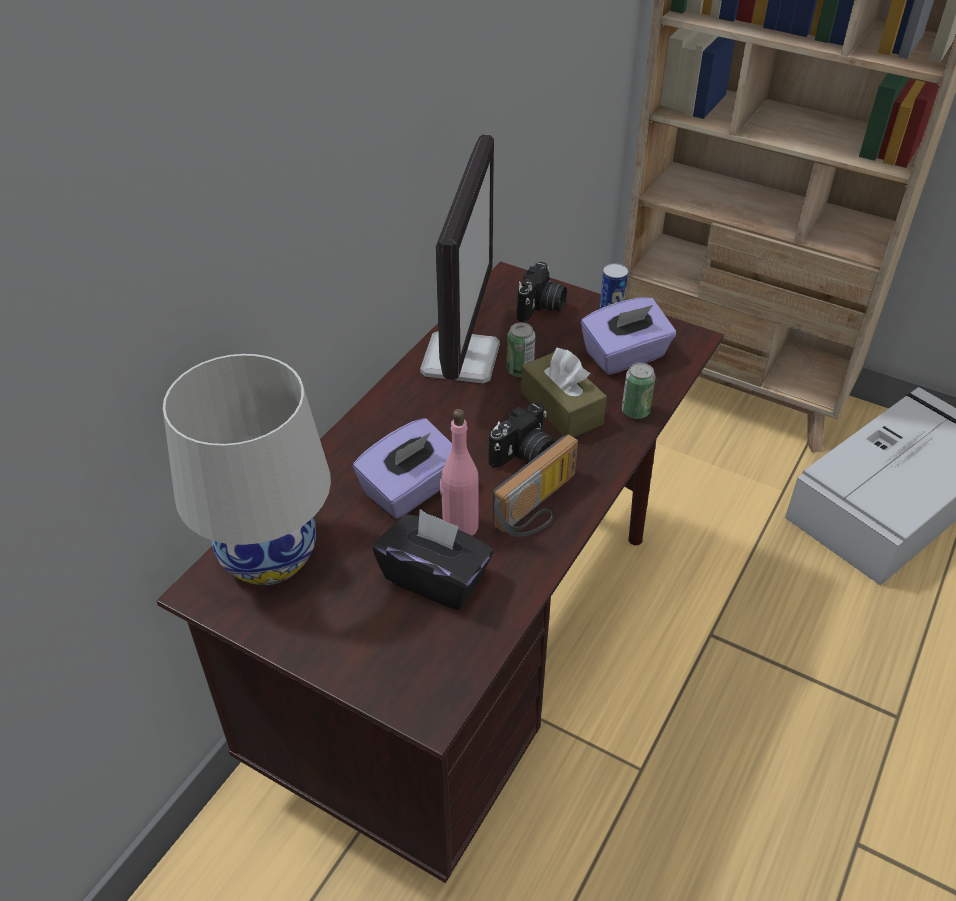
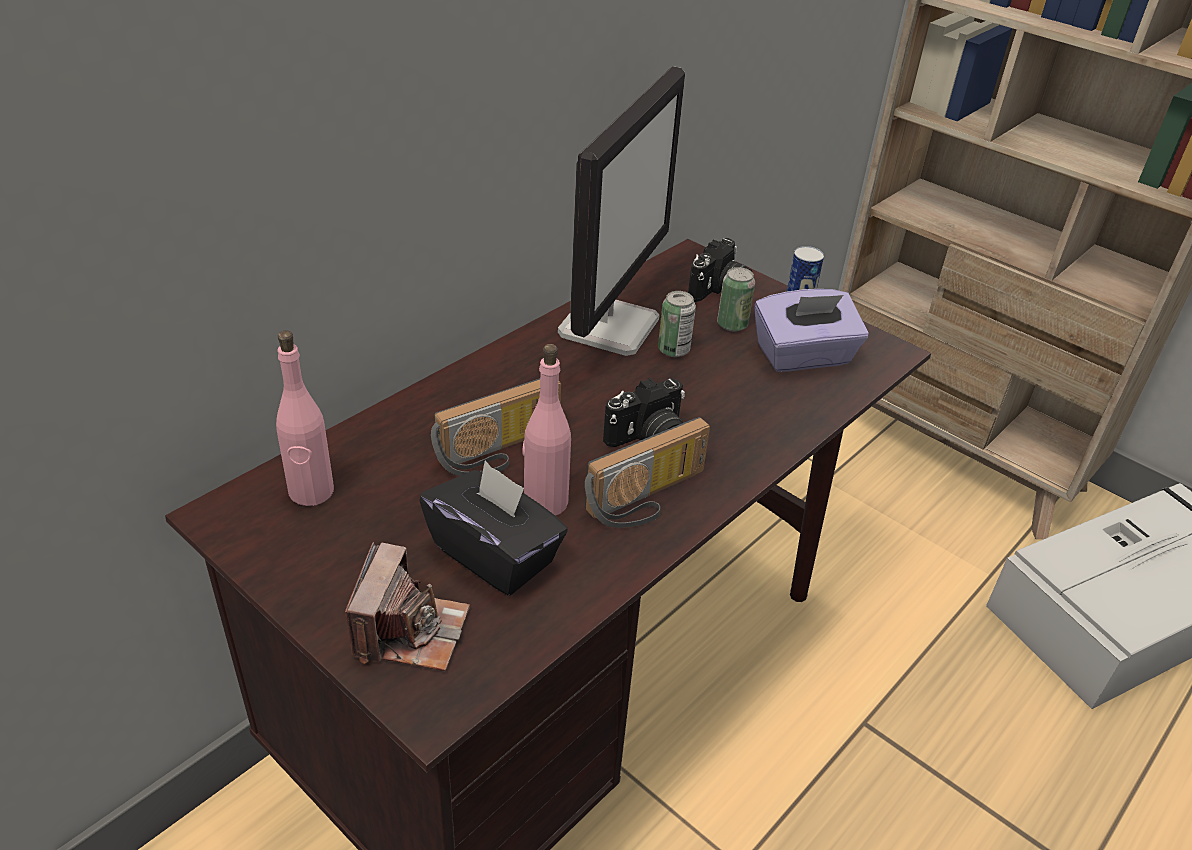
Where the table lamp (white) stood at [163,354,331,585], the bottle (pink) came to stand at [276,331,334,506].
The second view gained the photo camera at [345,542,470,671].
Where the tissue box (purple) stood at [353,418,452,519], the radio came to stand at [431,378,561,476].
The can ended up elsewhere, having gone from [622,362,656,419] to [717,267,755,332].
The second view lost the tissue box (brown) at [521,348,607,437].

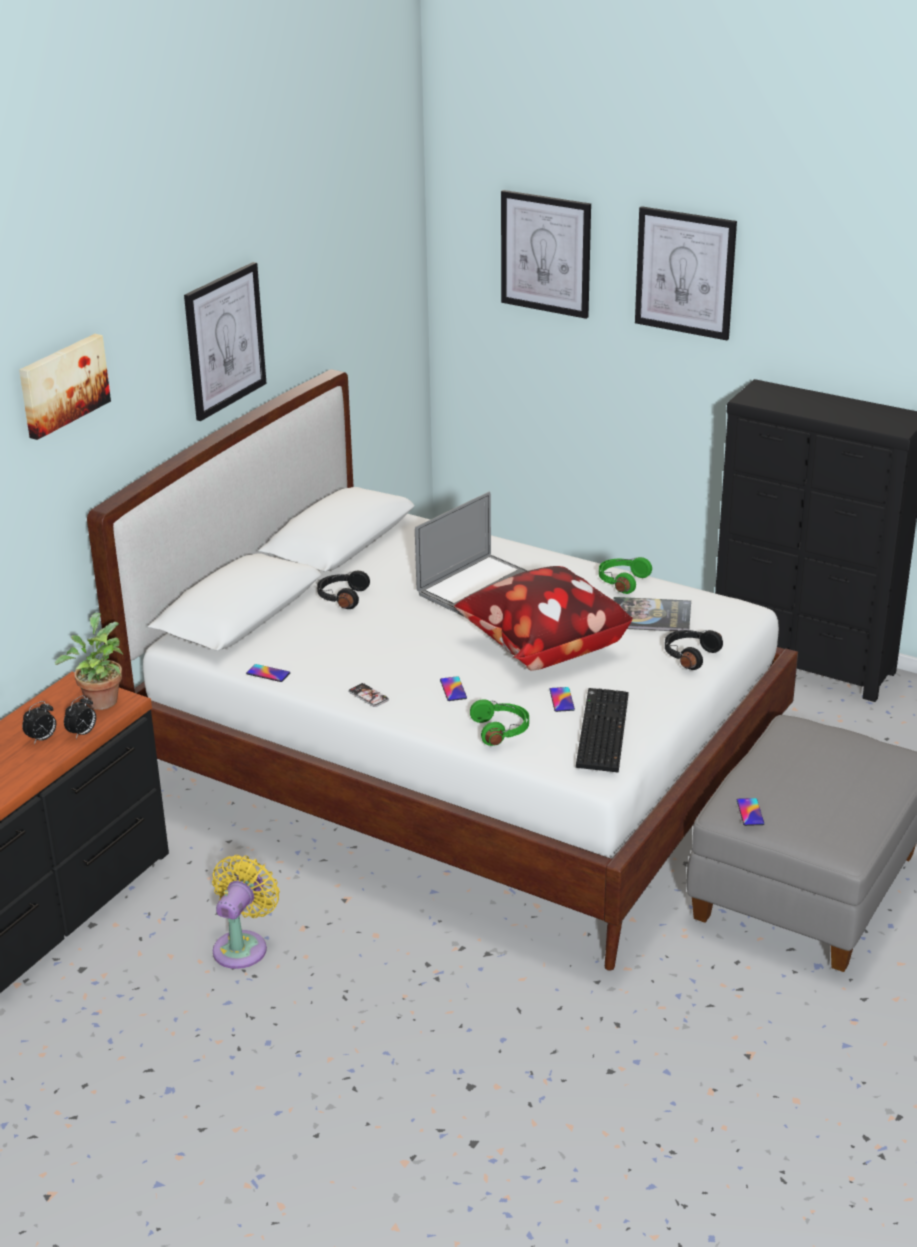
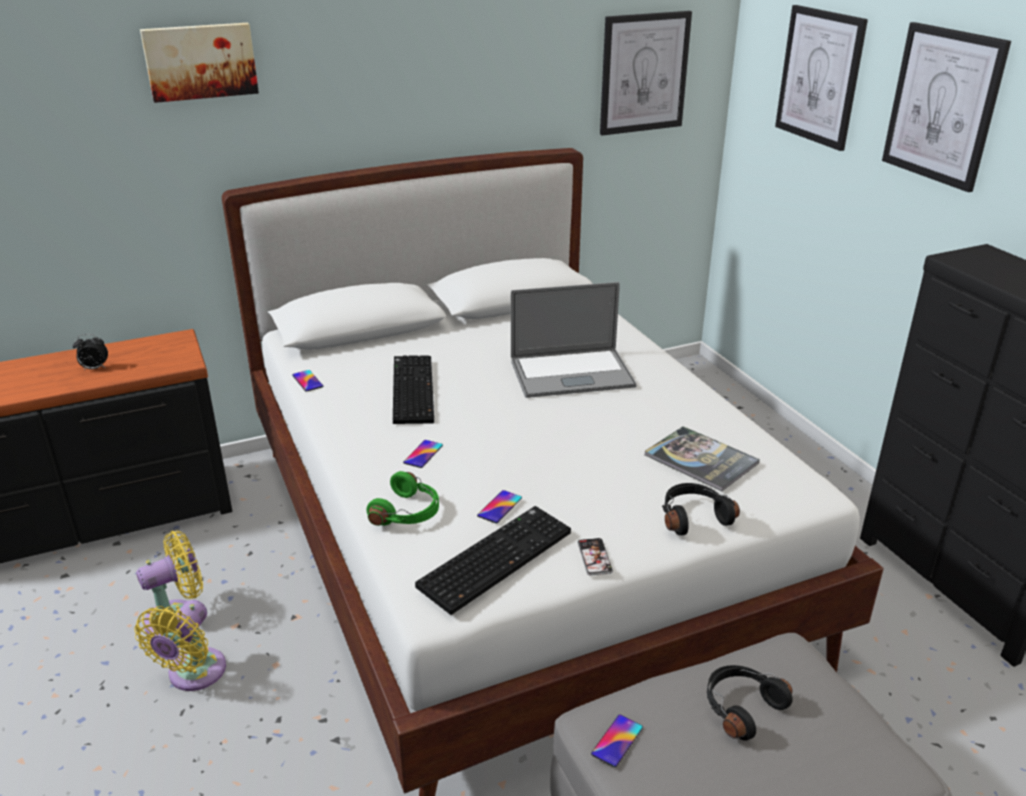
The second view gained the fan (yellow) at [135,600,226,691].
The second view gained the keyboard at [393,355,434,424].
The phone ended up elsewhere, having gone from [348,683,389,707] to [577,538,613,576].
The picture ended up elsewhere, having gone from [184,262,266,421] to [600,11,692,136].
The headphones (black) ended up elsewhere, having gone from [317,571,370,609] to [707,665,793,741].
The second view lost the potted plant at [55,613,123,710].
The second view lost the alarm clock at [64,695,96,739].
The second view lost the pillow at [454,566,632,671].
The second view lost the headphones (green) at [599,557,652,594].

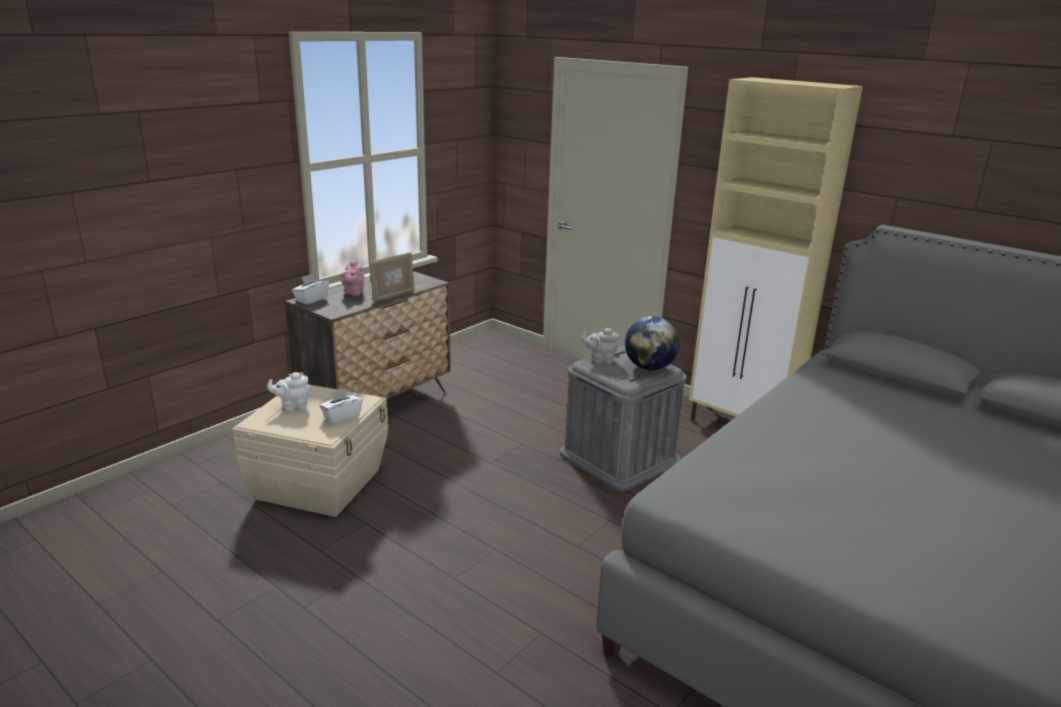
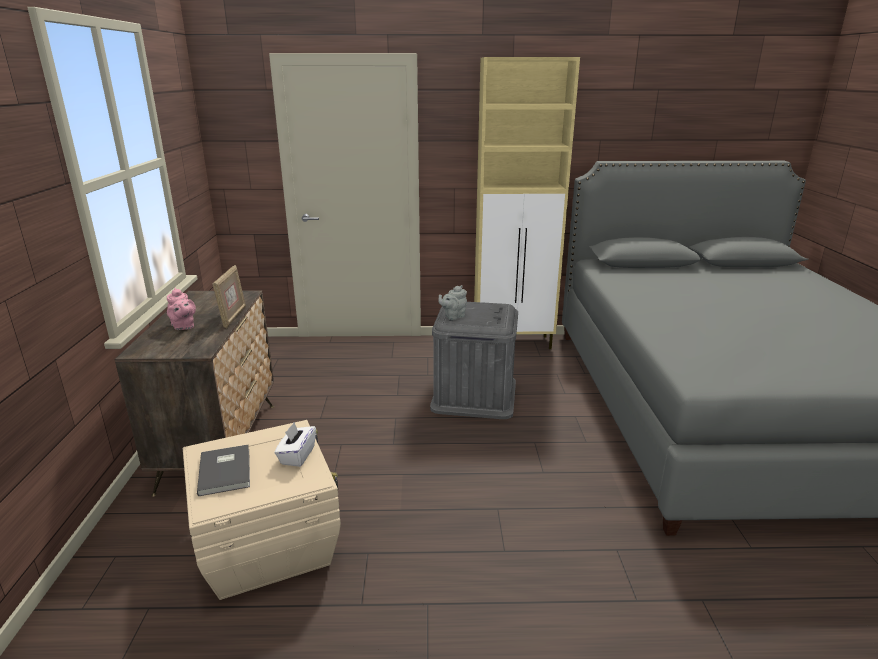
Where the teapot (white) stood at [267,372,310,411], the book (grey) came to stand at [197,445,250,496].
The second view lost the tissue box (white) at [292,274,329,304].
The second view lost the globe at [625,316,680,370].

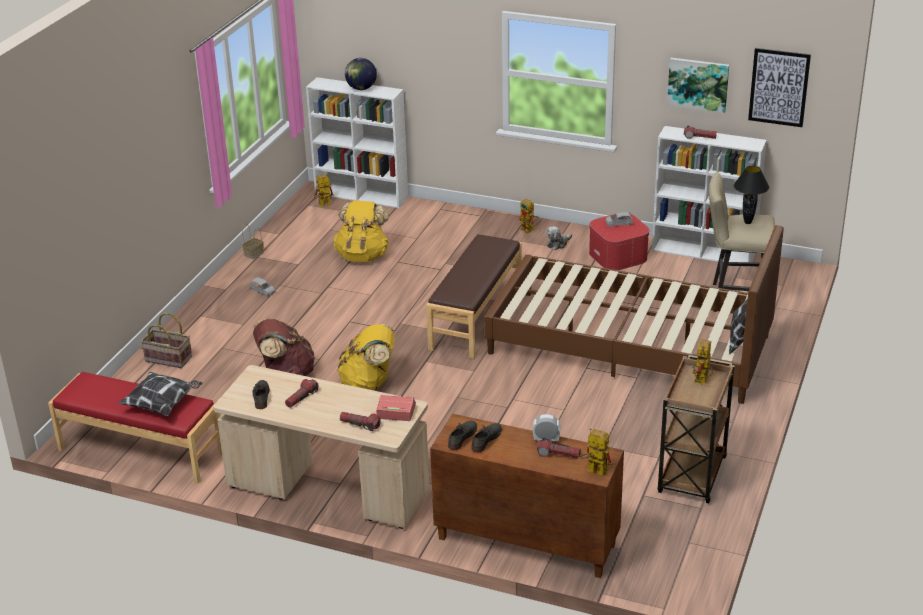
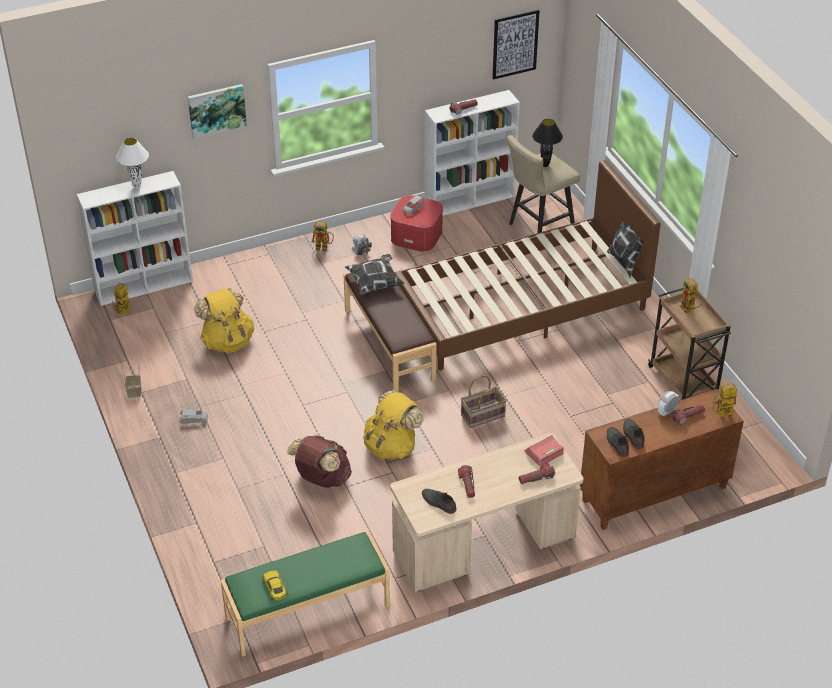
Where the globe stood at [345,58,377,90], the table lamp (white) came to stand at [116,138,149,189].
The picture ended up elsewhere, having gone from [667,58,729,113] to [188,84,247,139].
What was the bench (red) at [48,372,222,484] turned into the bench (green) at [221,532,390,657].
The second view gained the toy car (yellow) at [263,570,288,601].
The pillow ended up elsewhere, having gone from [118,372,202,416] to [345,254,405,295].
The basket ended up elsewhere, having gone from [141,313,192,368] to [461,376,507,428].

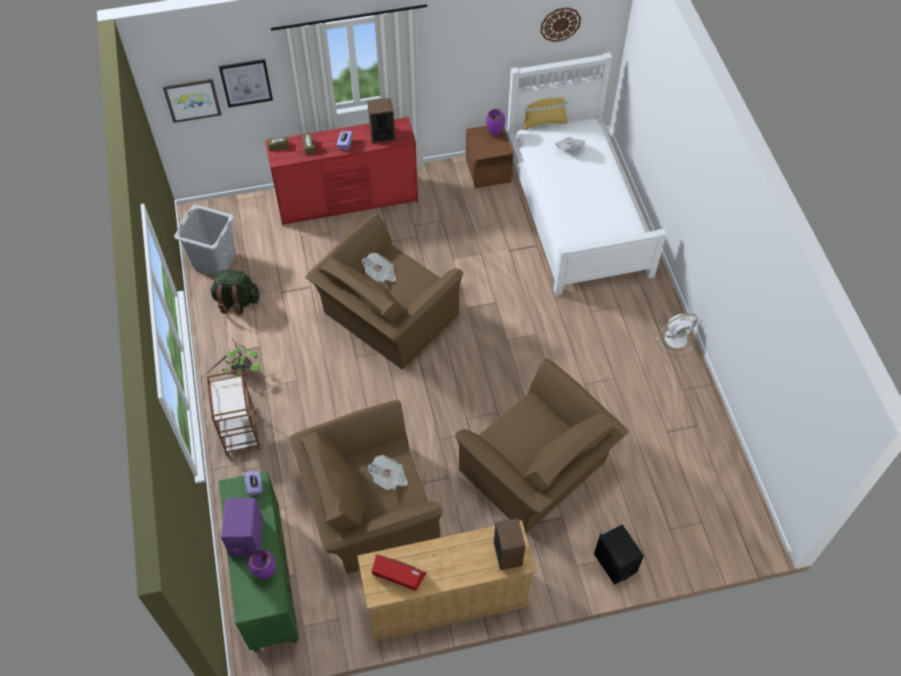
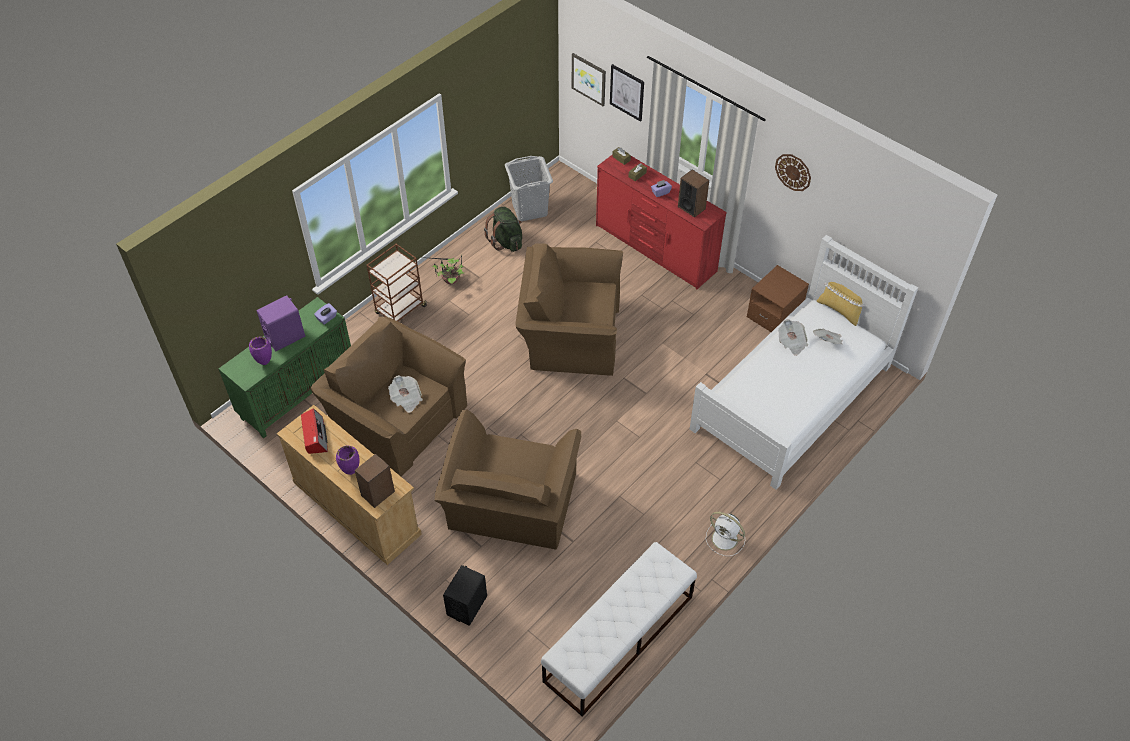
The vase (purple) ended up elsewhere, having gone from [486,109,505,137] to [336,446,360,475].
The second view gained the bench (white) at [541,542,697,717].
The wall clock ended up elsewhere, having gone from [540,7,581,42] to [775,154,811,191].
The newspaper ended up elsewhere, having gone from [362,253,396,283] to [778,319,808,356].

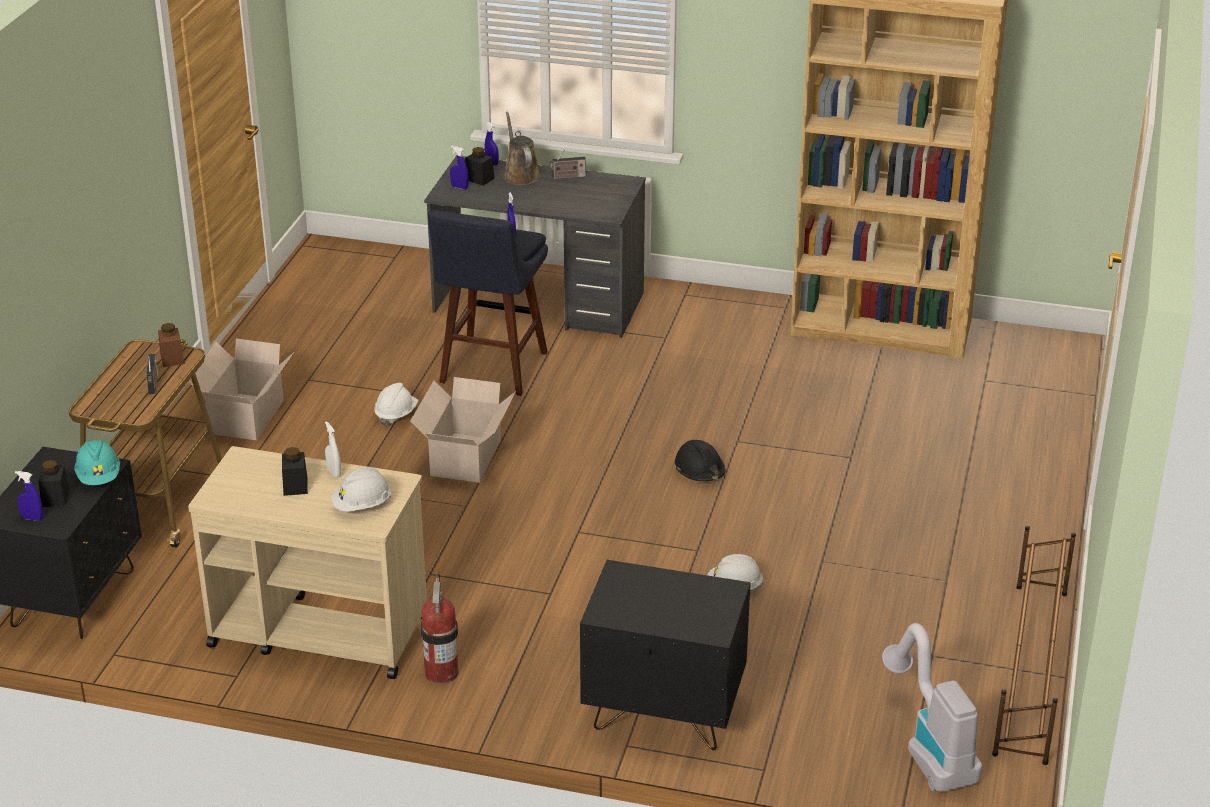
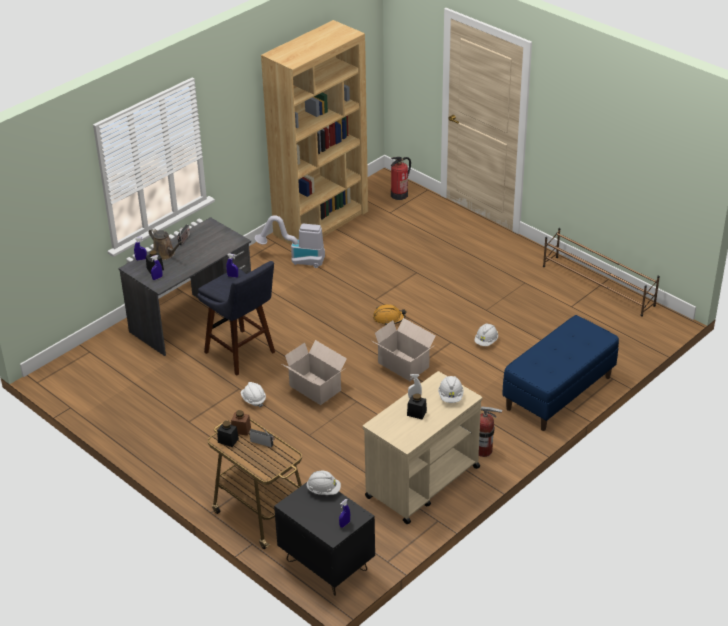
The watering can (brown) at [503,111,540,185] ended up facing another way, 150 degrees counterclockwise from before.
The jar (black) ended up elsewhere, having gone from [38,460,69,507] to [217,421,239,447].
The vacuum cleaner ended up elsewhere, having gone from [882,623,982,792] to [255,215,325,268].
What was the hard hat (turquoise) at [74,439,120,485] turned into the hard hat (white) at [306,471,341,495].
The cardboard box ended up elsewhere, having gone from [188,339,294,440] to [372,318,436,381].
What was the hard hat (black) at [675,440,725,482] turned into the hard hat (orange) at [373,304,406,325].
The second view gained the fire extinguisher at [391,157,411,200].
Where the nightstand (black) stood at [580,560,751,750], the bench (blue) came to stand at [502,315,619,431].

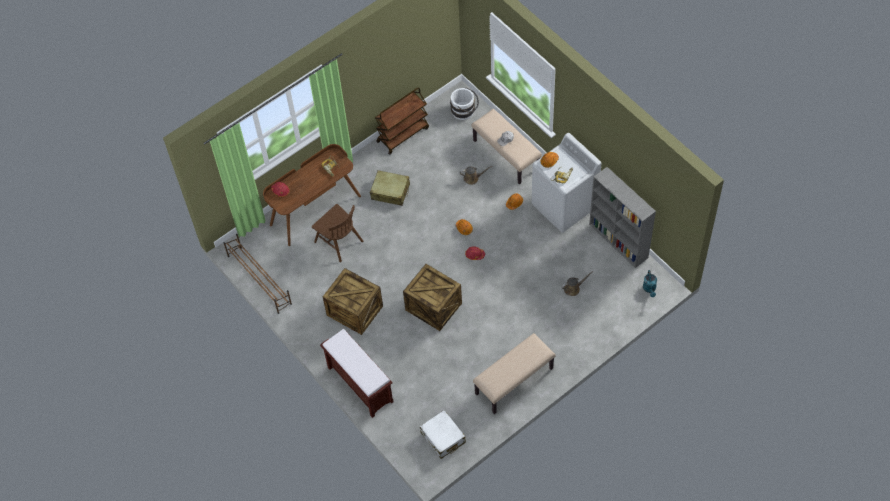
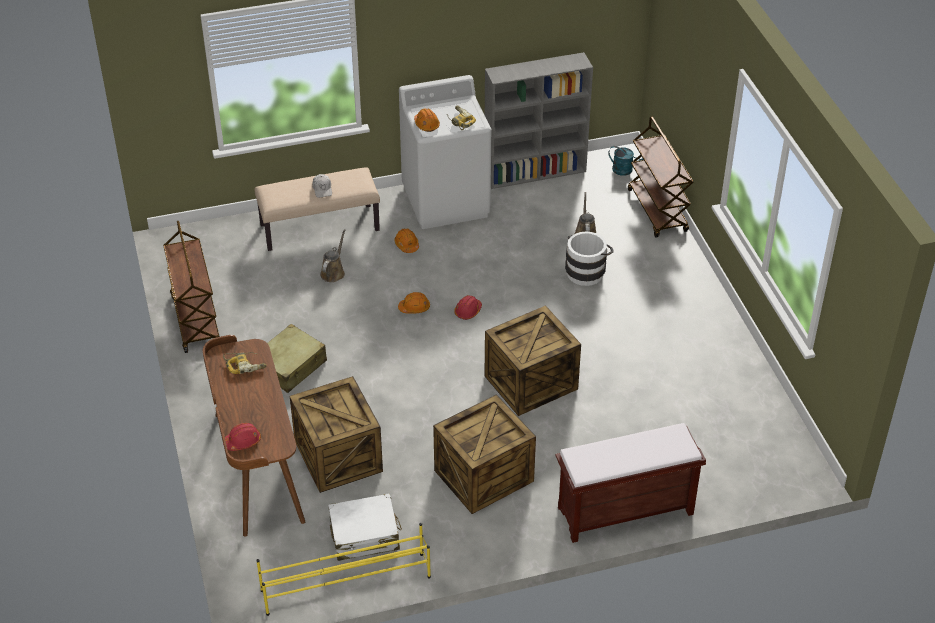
What was the shoe rack (brown) at [224,234,292,314] turned into the shoe rack (yellow) at [256,523,431,616].
Where the chair (brown) stood at [312,204,363,262], the crate came to stand at [290,376,383,493].
The suitcase (white) ended up elsewhere, having gone from [420,410,466,459] to [328,493,402,561].
The bucket (white) ended up elsewhere, having gone from [450,87,479,120] to [565,231,614,286].
The second view gained the cart (brown) at [628,117,693,238].
The second view lost the bench (beige) at [473,333,555,414].

